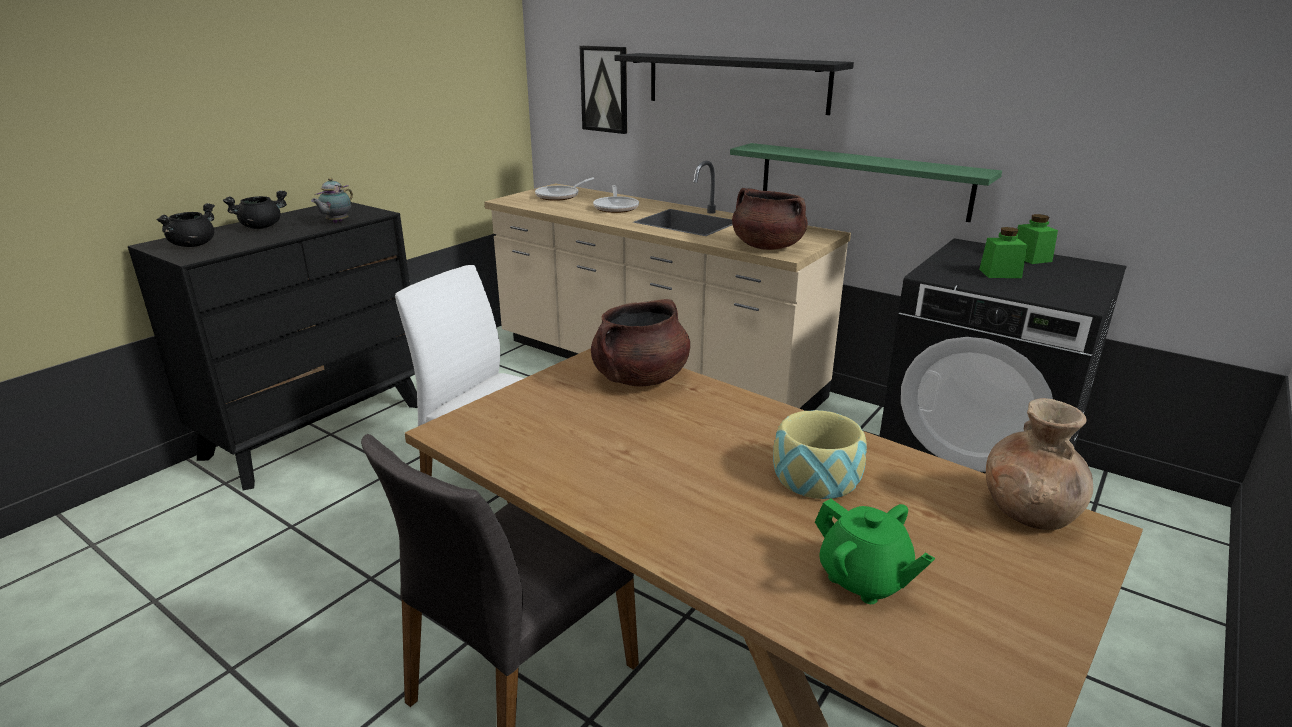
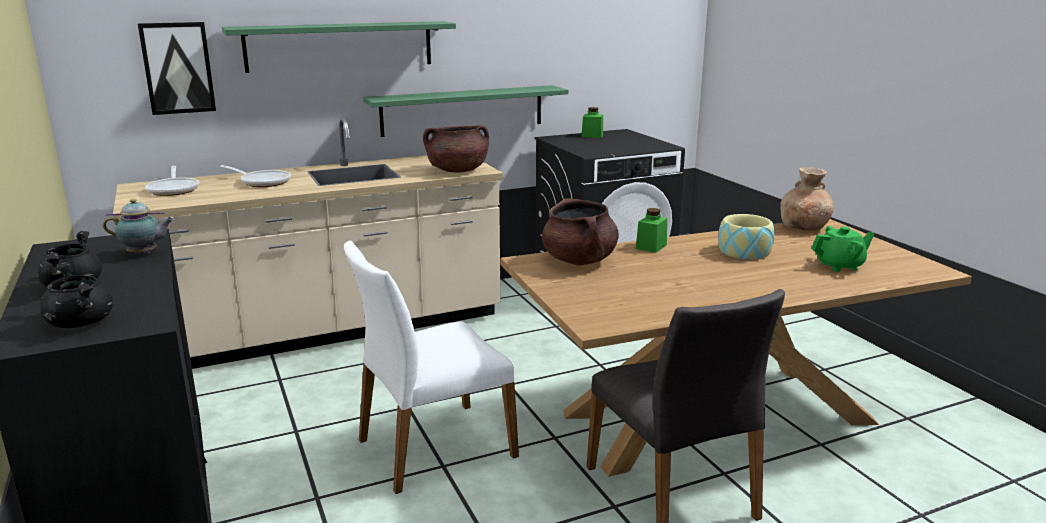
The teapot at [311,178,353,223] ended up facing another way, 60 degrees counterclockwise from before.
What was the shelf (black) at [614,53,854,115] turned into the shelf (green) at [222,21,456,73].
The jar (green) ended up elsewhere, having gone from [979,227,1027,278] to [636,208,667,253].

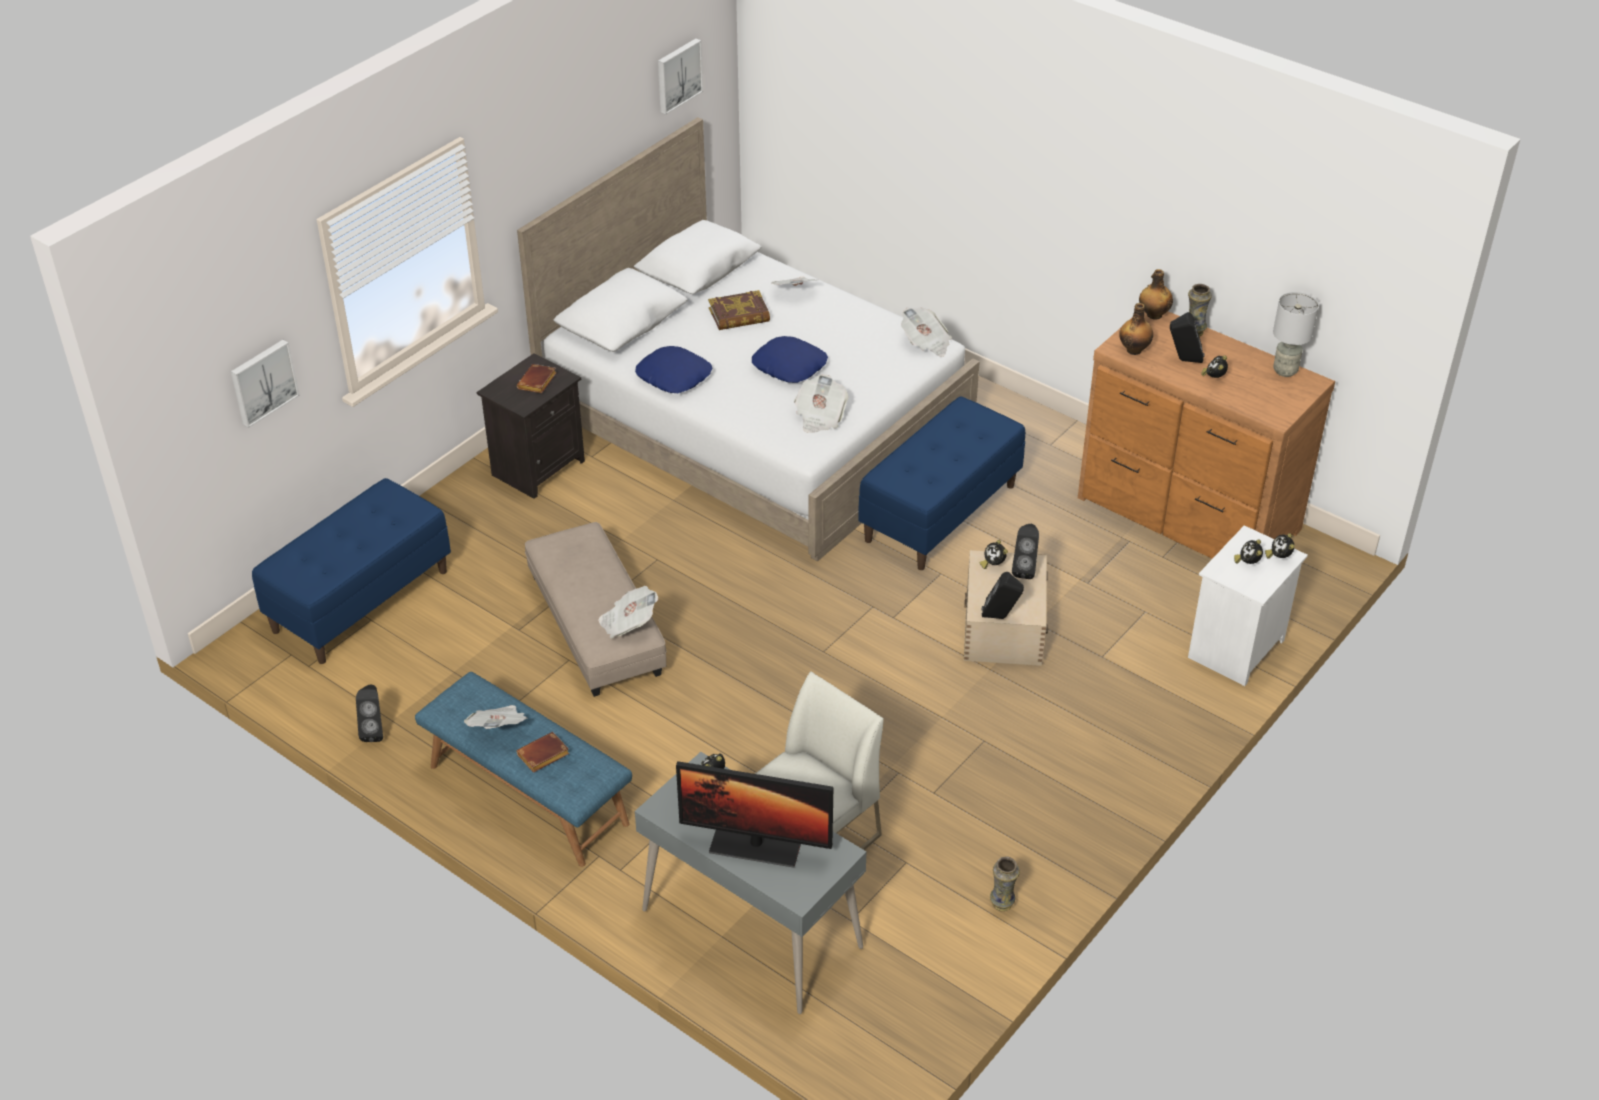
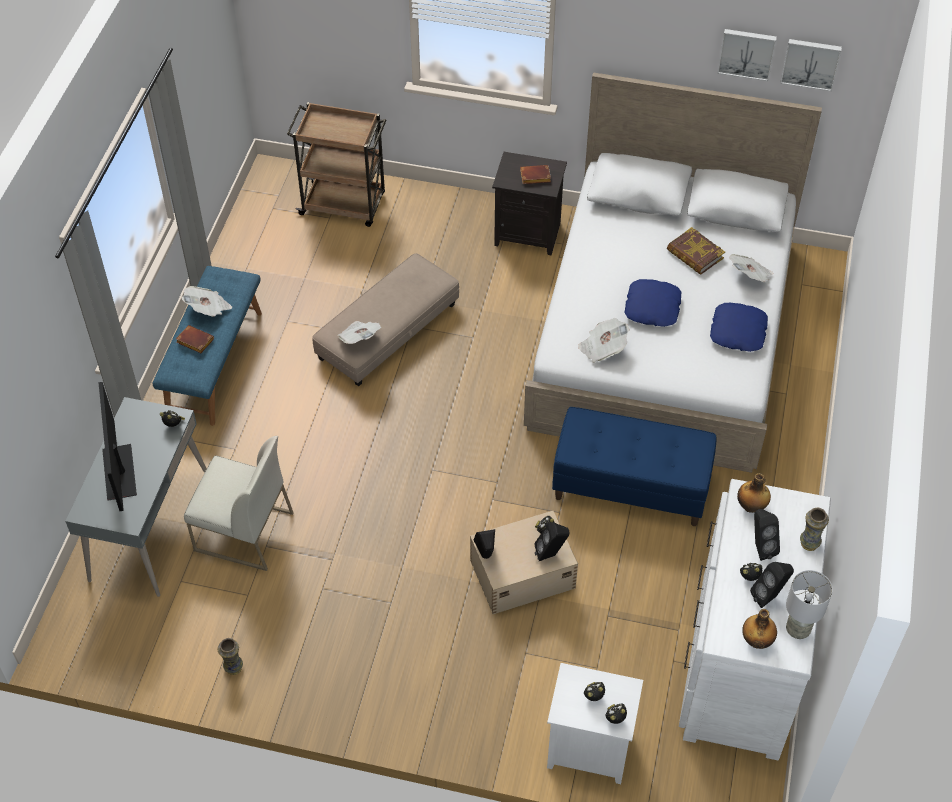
Where the bench (blue) stood at [252,478,451,664], the cart (brown) came to stand at [287,102,386,227].
What was the dresser (brown) at [1078,311,1335,559] turned into the dresser (white) at [679,479,831,760].
The pillow (blue) ended up elsewhere, having gone from [635,346,712,393] to [710,303,768,352].
The picture ended up elsewhere, having gone from [231,340,299,428] to [717,29,777,81].
The bottle ended up elsewhere, having gone from [1139,269,1173,320] to [742,609,777,649].
The speaker (black) ended up elsewhere, having gone from [356,684,383,742] to [750,562,794,608].
The second view lost the newspaper at [901,307,952,357].

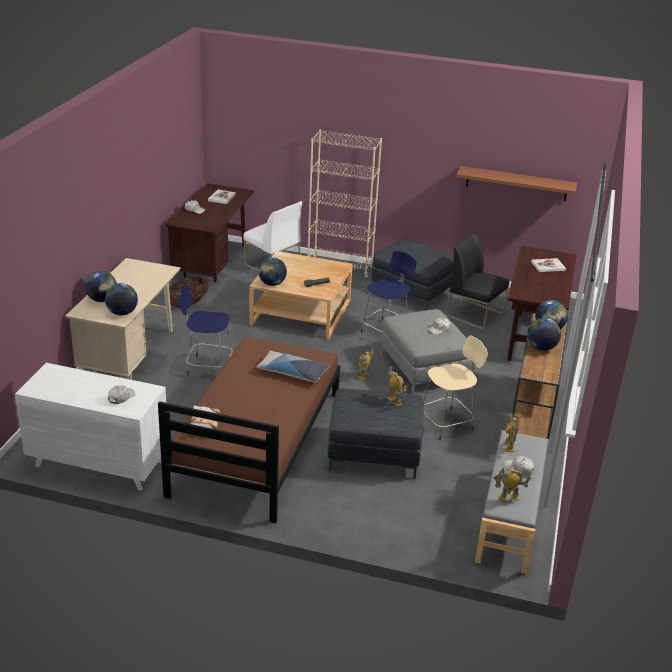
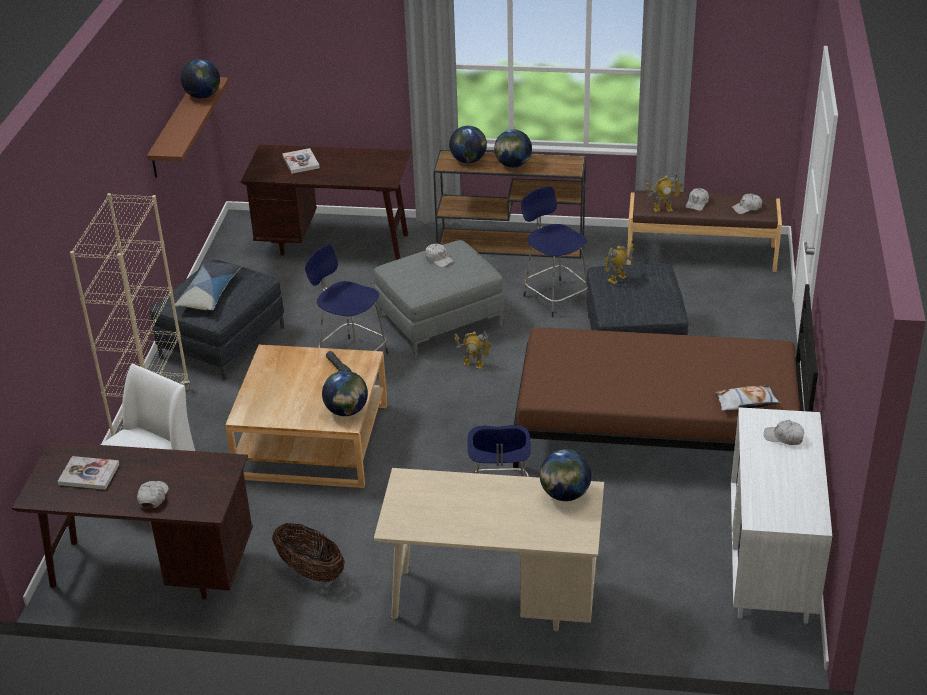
The pillow ended up elsewhere, having gone from [256,351,330,383] to [175,261,242,310].
The globe ended up elsewhere, having gone from [85,271,117,302] to [181,59,220,98].
What was the stool (beige) at [423,335,488,440] turned into the stool (blue) at [521,187,588,317].
What was the bench (grey) at [475,430,549,574] turned into the bench (brown) at [627,190,782,272].
Where the toy robot stood at [493,468,532,502], the cap (white) came to stand at [732,194,762,214].
The second view lost the chair (black) at [444,233,509,330].

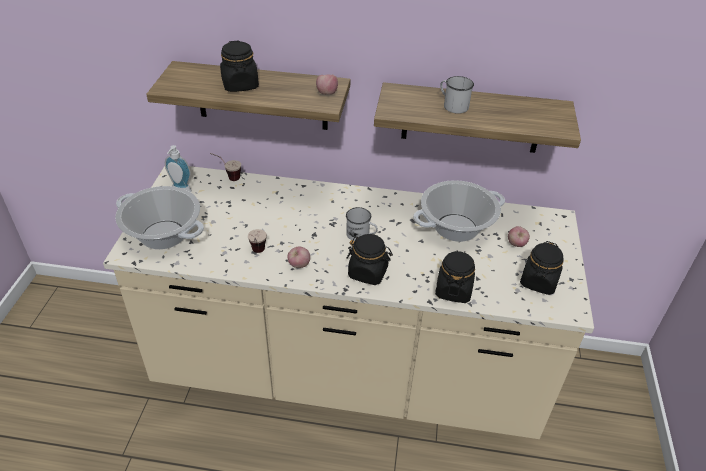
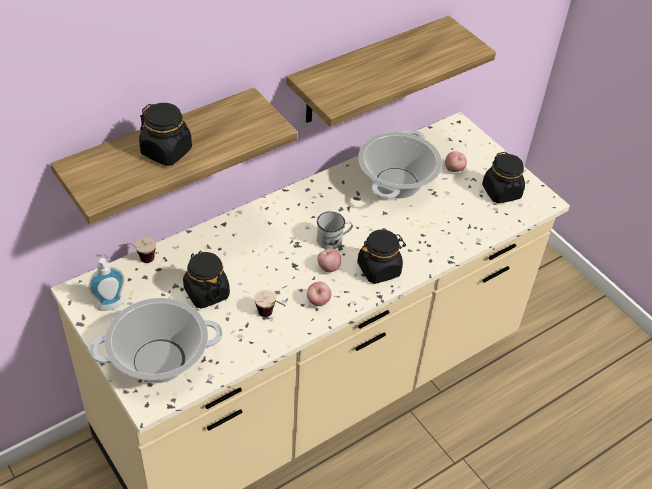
The jar (black) ended up elsewhere, having gone from [435,250,475,303] to [183,250,230,309].
The apple ended up elsewhere, having gone from [316,75,338,94] to [317,248,341,272].
The second view lost the mug (white) at [440,76,474,114].

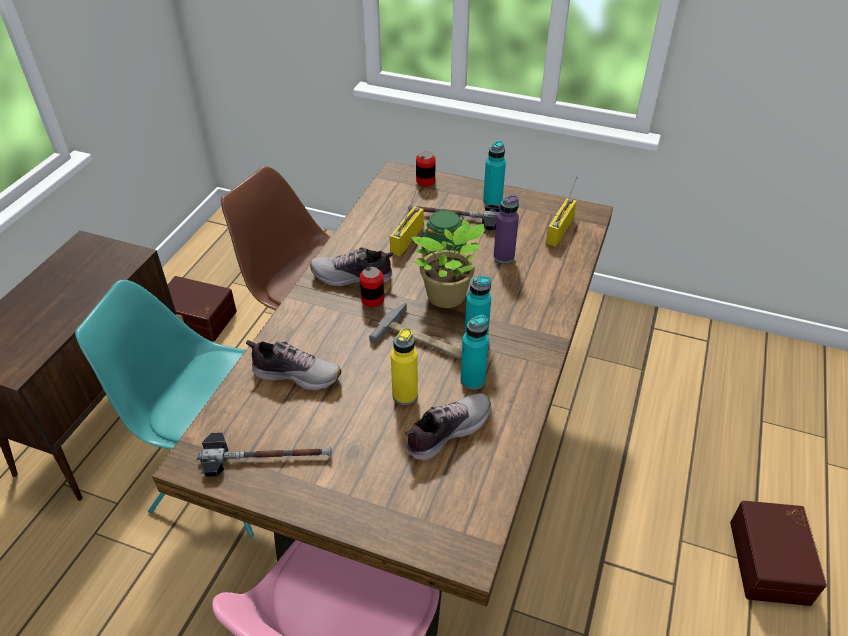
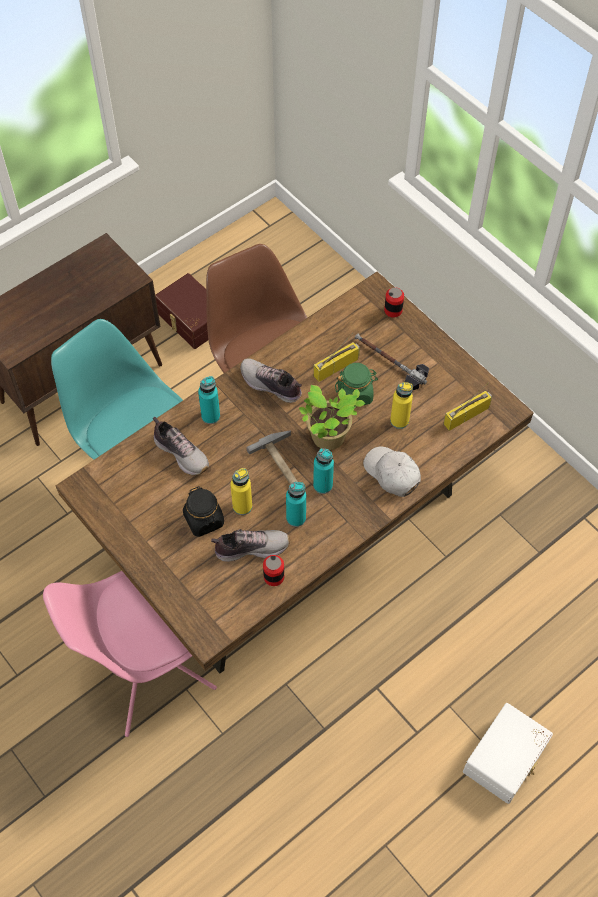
The second view gained the jar (black) at [183,486,224,537].
The bottle (turquoise) ended up elsewhere, having gone from [483,141,506,206] to [198,376,220,424].
The can ended up elsewhere, having gone from [360,267,384,307] to [263,555,284,586].
The second view gained the cap (white) at [363,446,421,497].
What was the bottle (purple) at [493,195,519,264] turned into the bottle (yellow) at [390,382,413,429].
What was the storage box (brown) at [730,501,827,606] turned into the storage box (white) at [463,703,553,804].
The second view lost the hammer at [196,432,332,477].

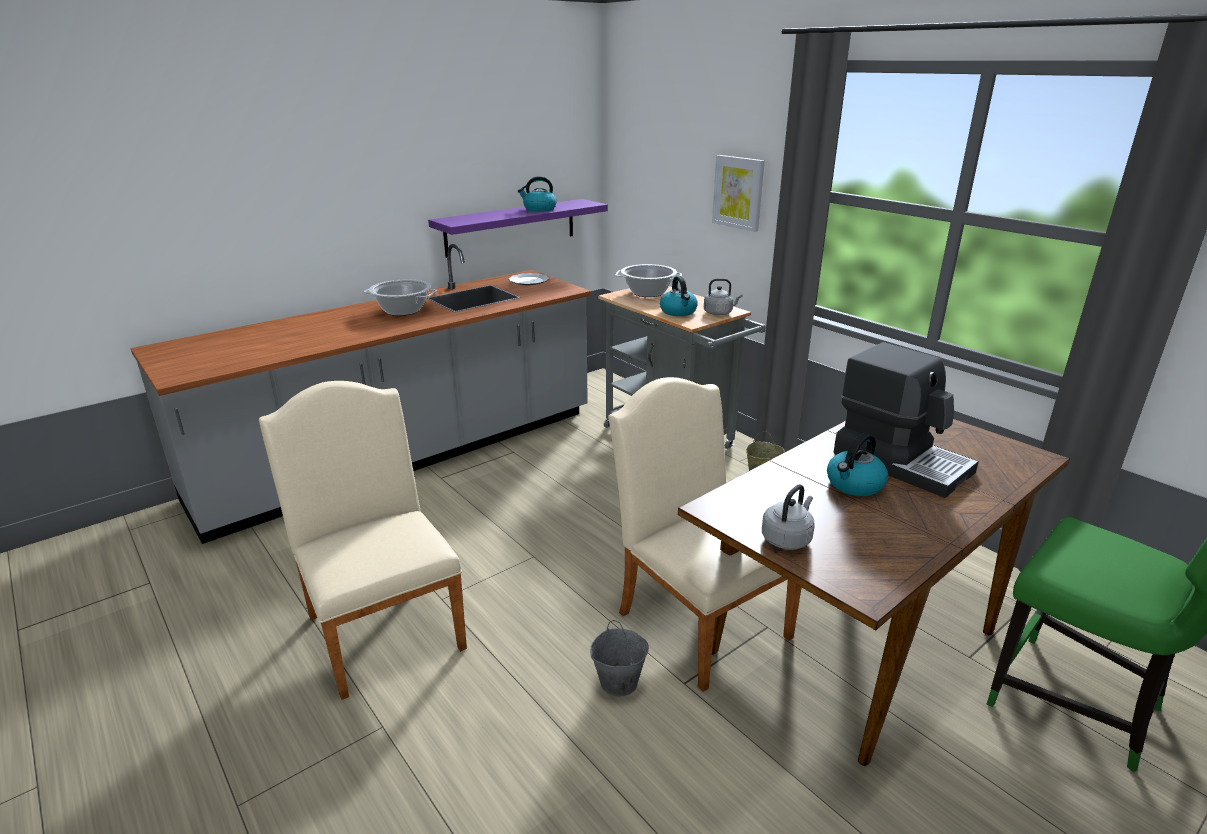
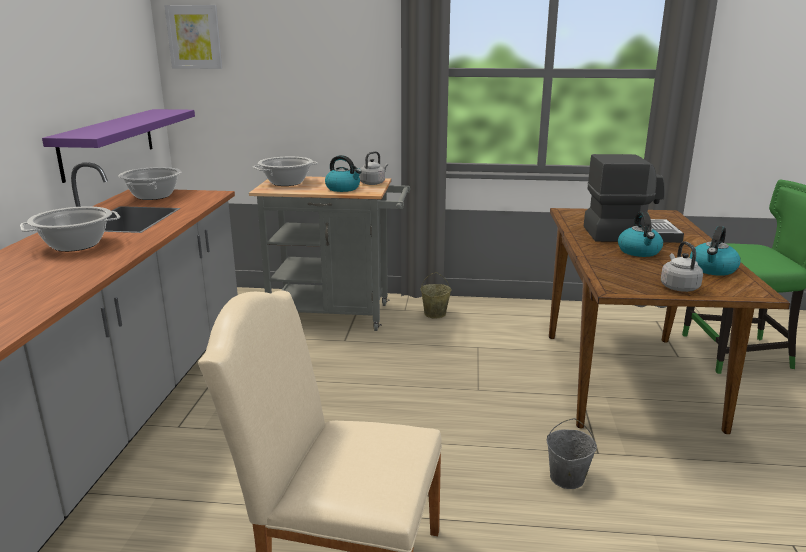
Where the plate stood at [509,273,549,285], the cooking pot came to stand at [119,167,181,200].
The picture ended up elsewhere, having gone from [712,155,765,232] to [164,5,223,69].
The kettle ended up elsewhere, having gone from [518,176,557,212] to [690,226,741,276].
The second view lost the chair (beige) at [608,377,802,692].

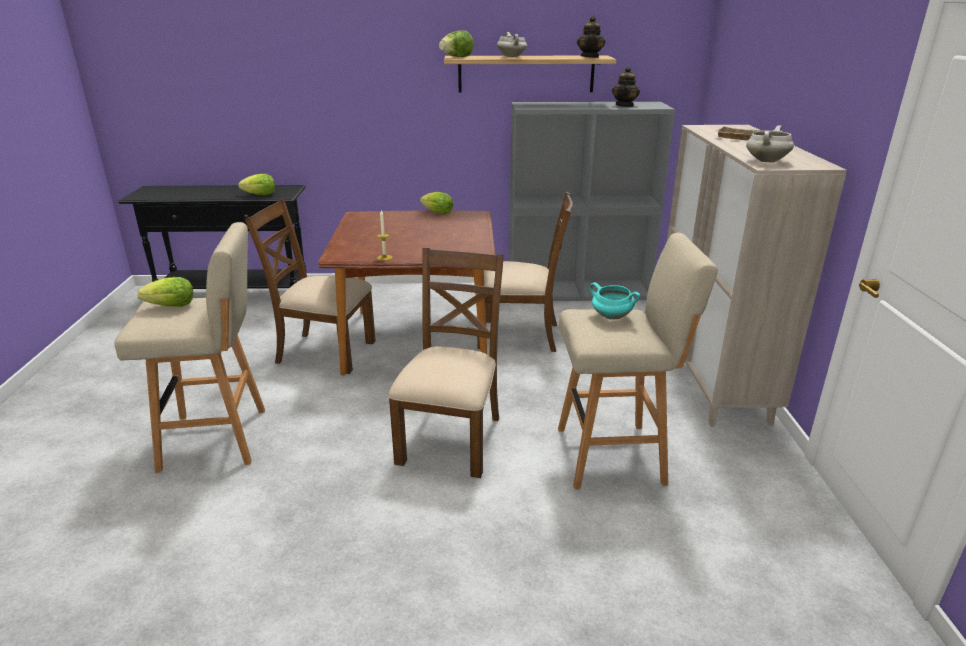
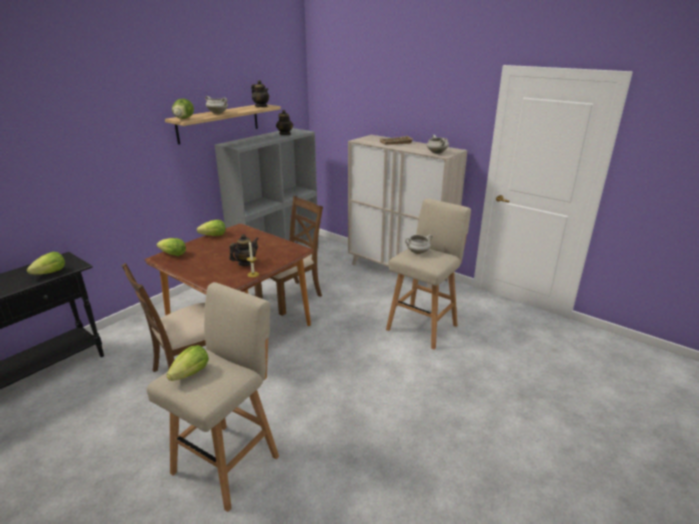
The second view gained the lettuce at [157,238,186,256].
The second view gained the teapot at [229,234,259,266].
What was the cooking pot (turquoise) at [590,282,640,320] turned into the cooking pot (white) at [405,234,433,254].
The second view lost the chair (brown) at [388,248,504,478].

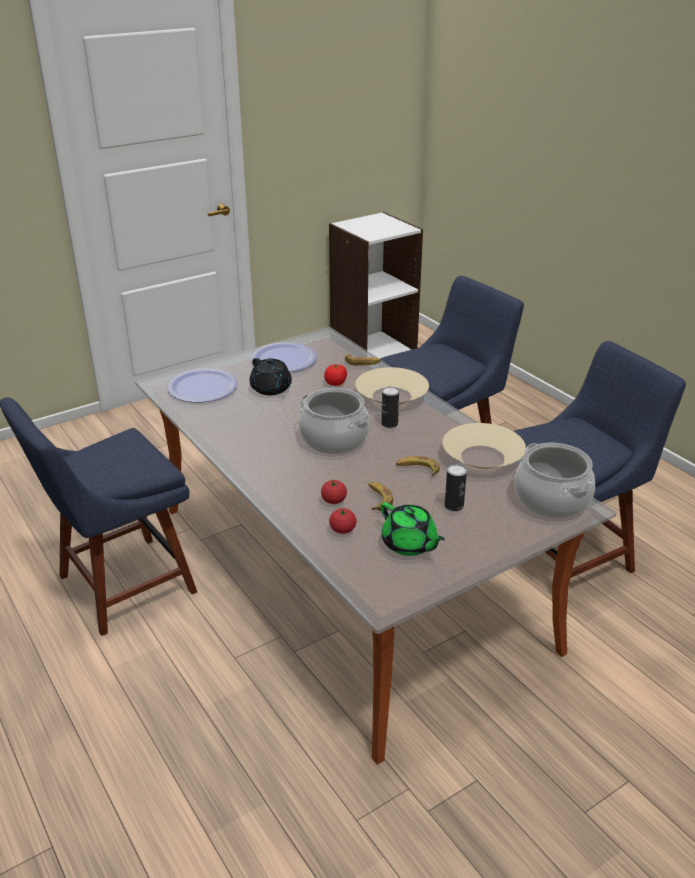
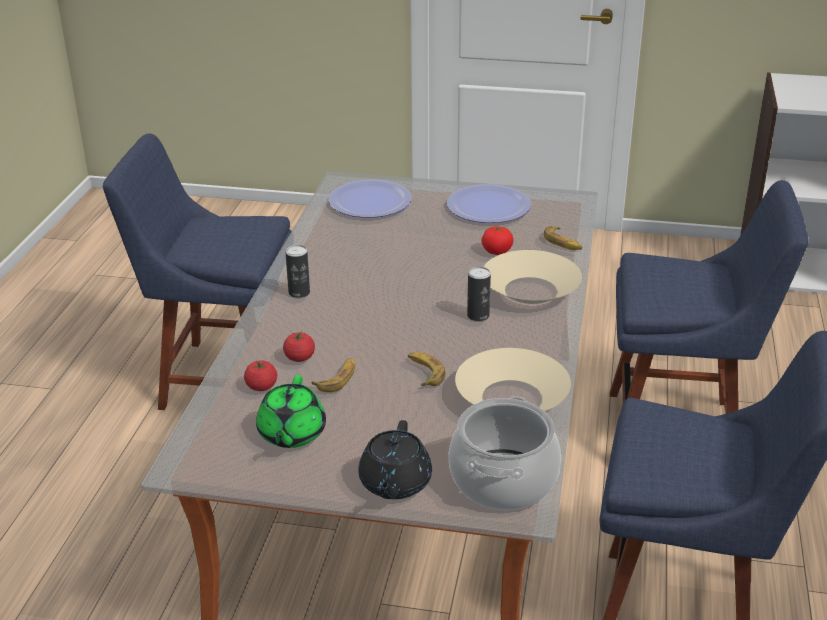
The can ended up elsewhere, having gone from [445,464,467,511] to [285,245,310,298].
The teapot (black) ended up elsewhere, having gone from [250,358,292,395] to [358,420,432,499].
The second view lost the cooking pot at [299,388,370,454].

